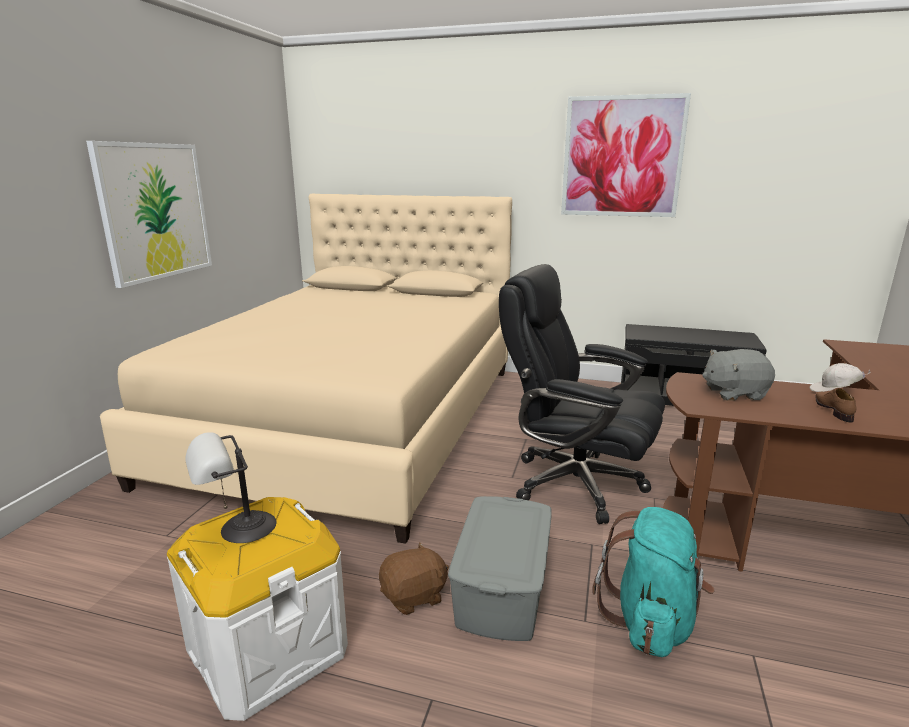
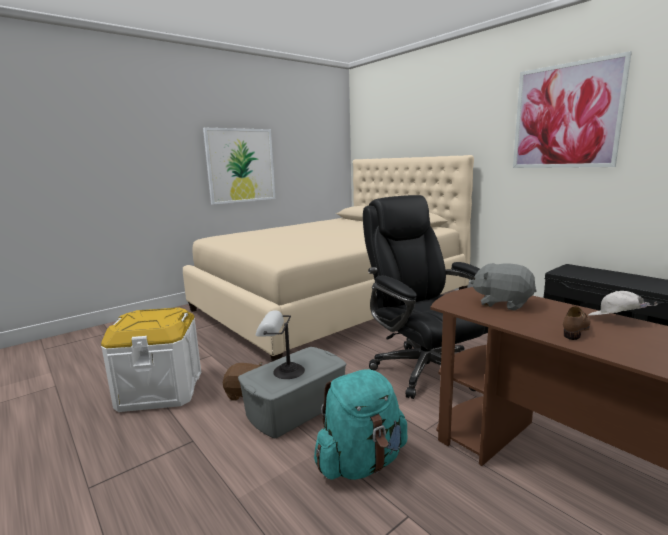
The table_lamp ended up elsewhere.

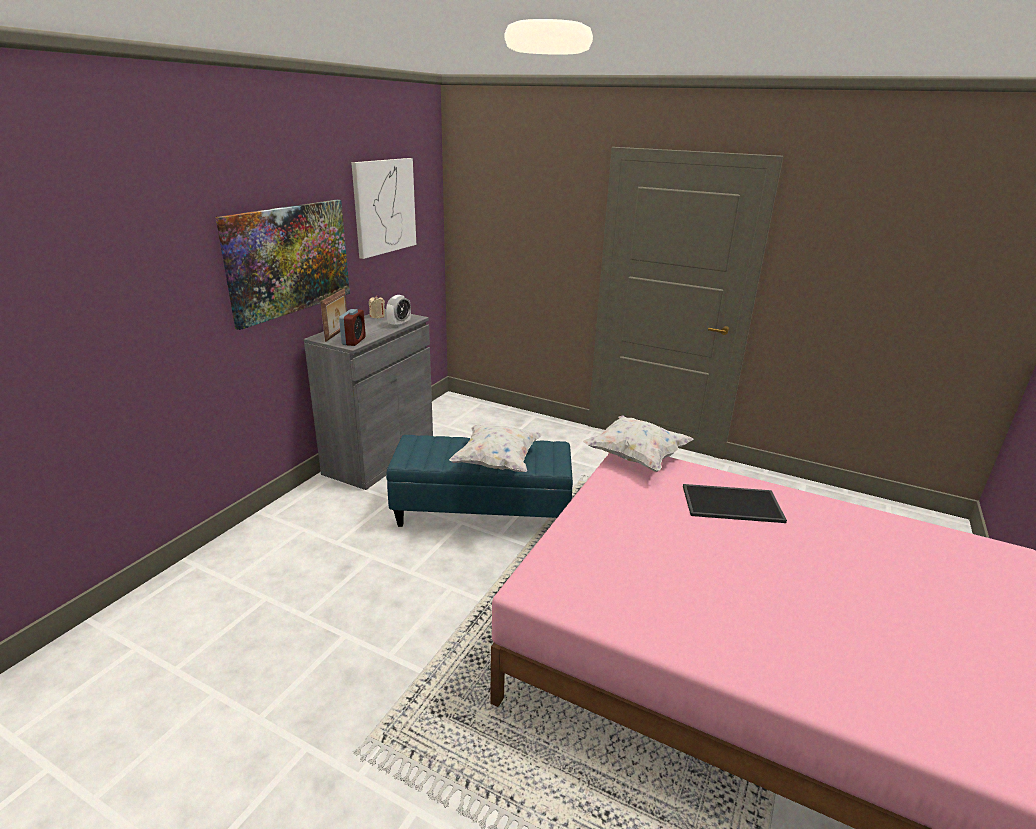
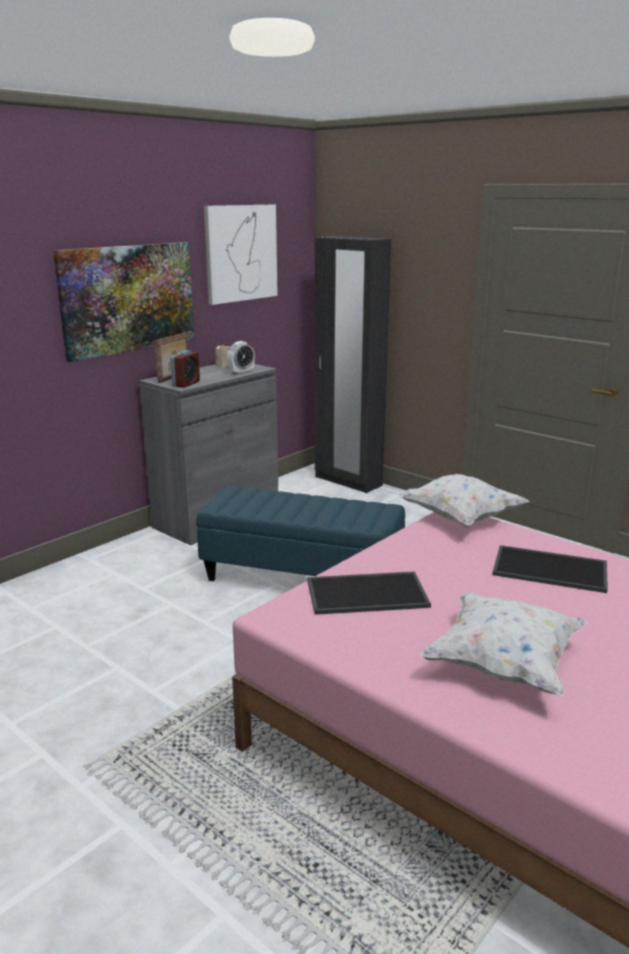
The second view gained the serving_tray (no. 1 from left).
The second view gained the black-coloured_armoire.
The whitish_pillow (no. 1 from left in the first image) ended up elsewhere.

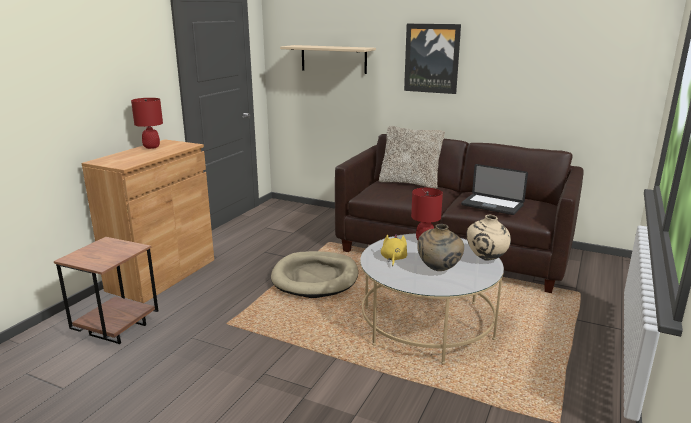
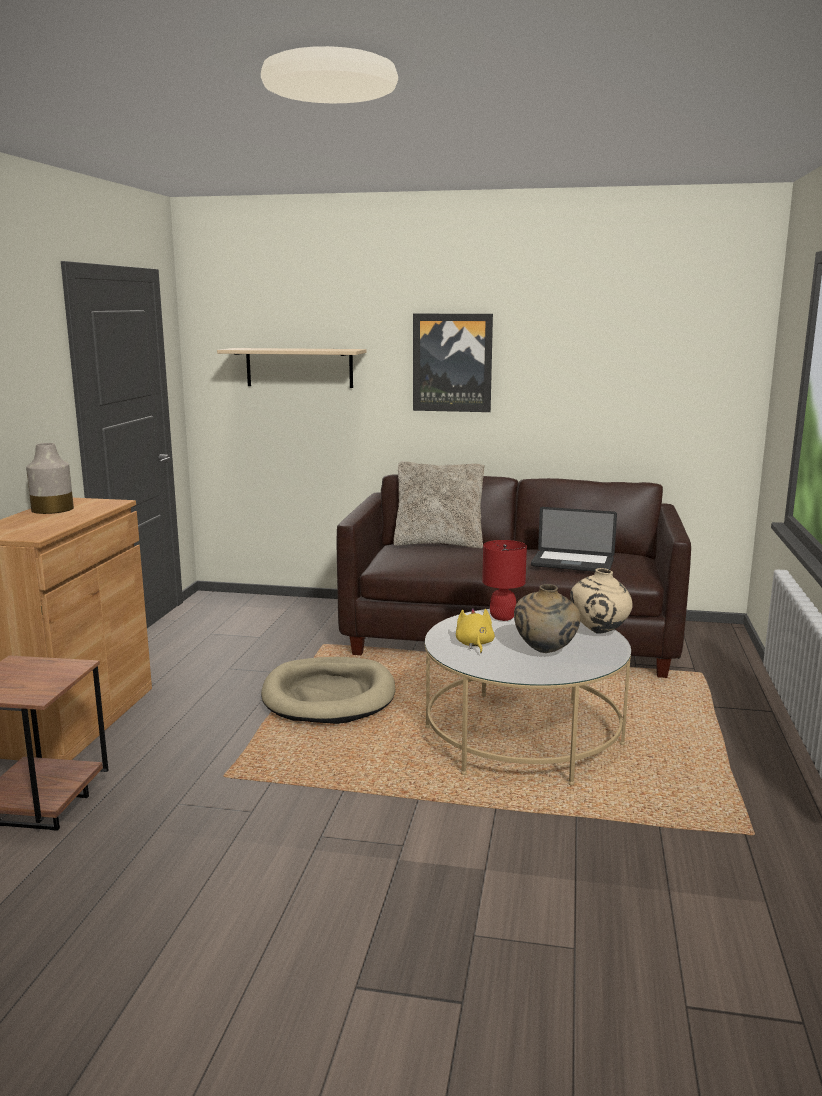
Where the reddish_table_lamp (no. 1 from left) stood, the sand-coloured_decorative_vase (no. 1 from left) came to stand.

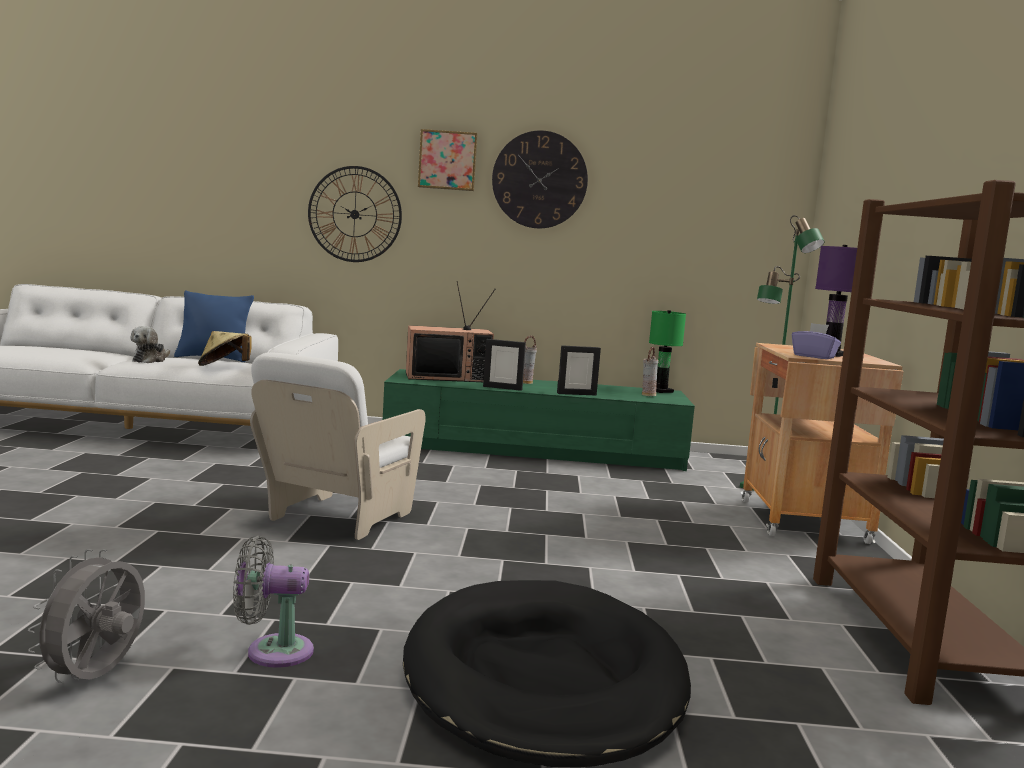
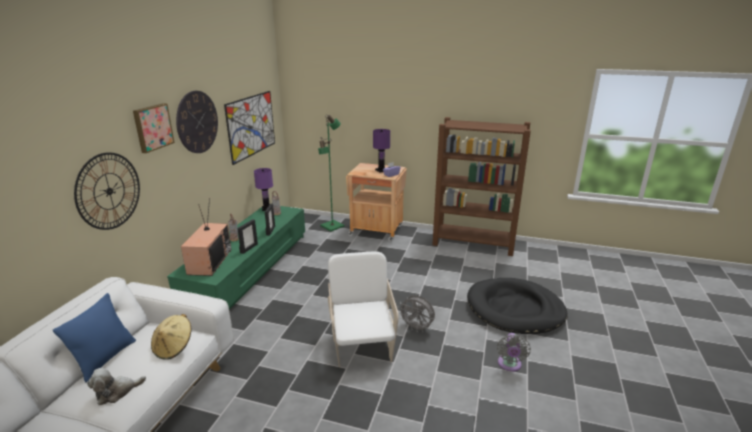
The second view gained the wall_picture (no. 2 from left).
The greyish_fan (no. 1 from left) ended up elsewhere.
What was the green_table_lamp turned into the purplish_table_lamp (no. 1 from left).
The soft_toy ended up facing another way, 120 degrees clockwise from before.
The whitish_armchair ended up facing another way, 135 degrees counterclockwise from before.

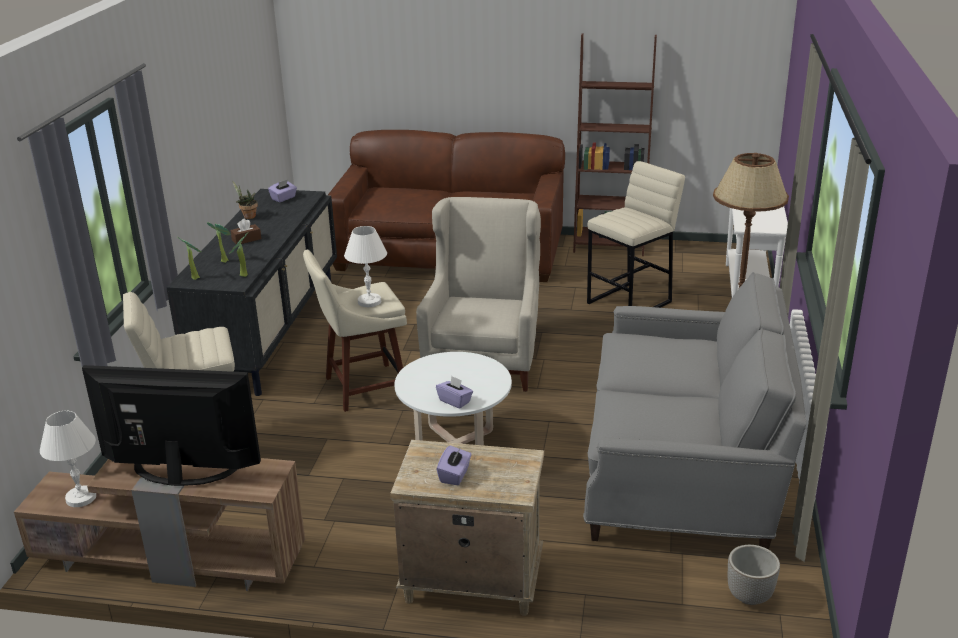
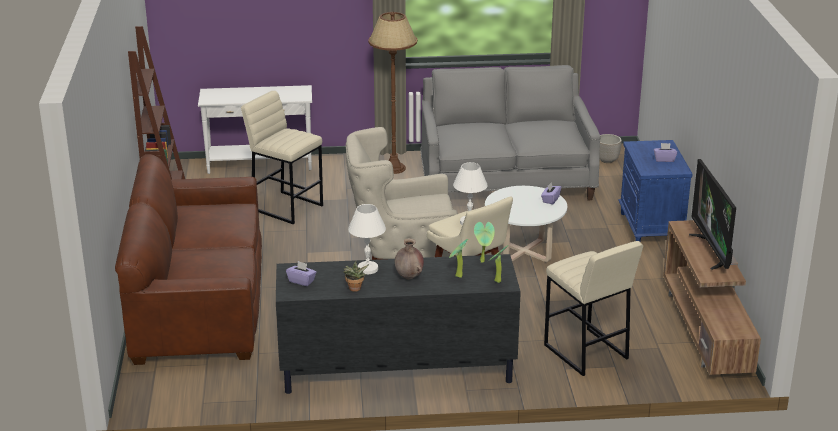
The whitish_table_lamp (no. 1 from left) ended up elsewhere.
Where the brown-coloured_box_of_tissues stood, the brown-coloured_decorative_vase came to stand.
What was the sand-coloured_night_table turned into the blue-coloured_night_table.

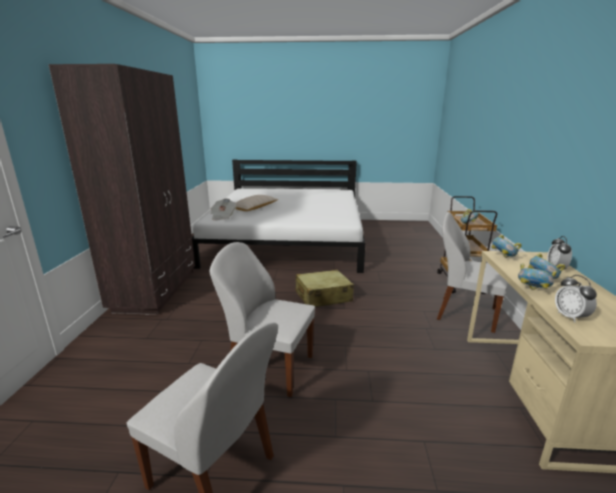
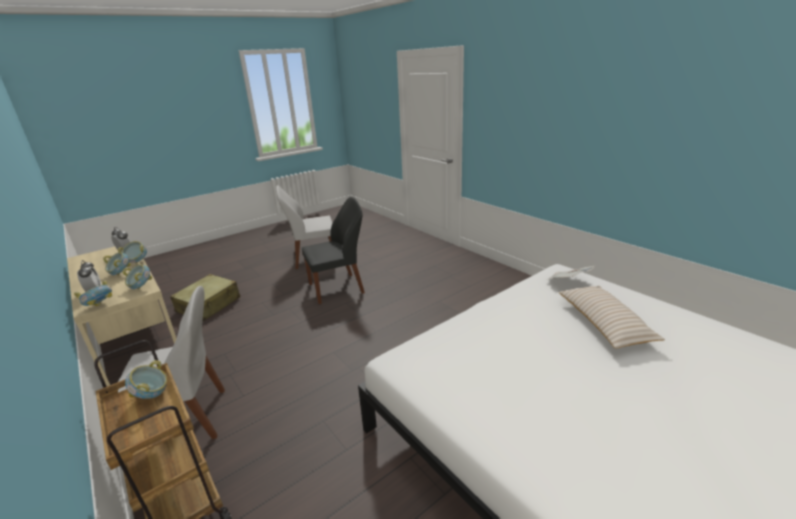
The second view lost the brown-coloured_armoire.
The second view gained the bowl (no. 1 from left).
The sand-coloured_suitcase ended up elsewhere.
What was the whitish_plain_chair (no. 2 from left) turned into the black-coloured_plain_chair.

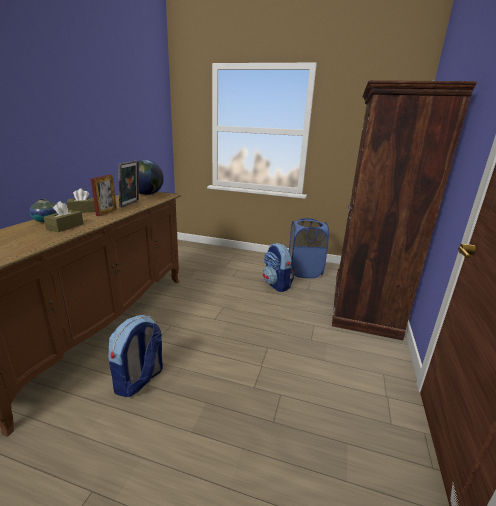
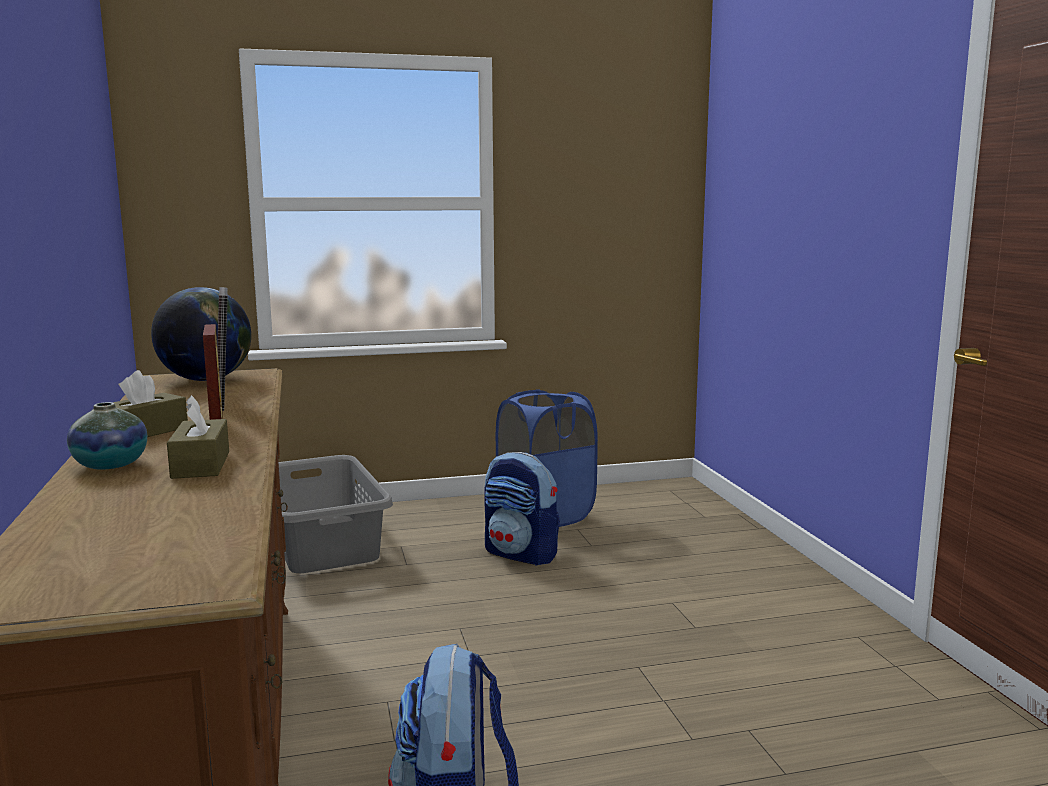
The second view lost the brown-coloured_armoire.
The second view gained the greyish_washing_basket.

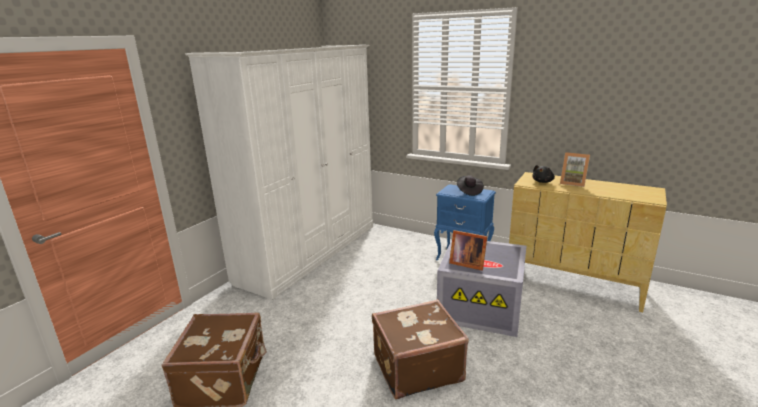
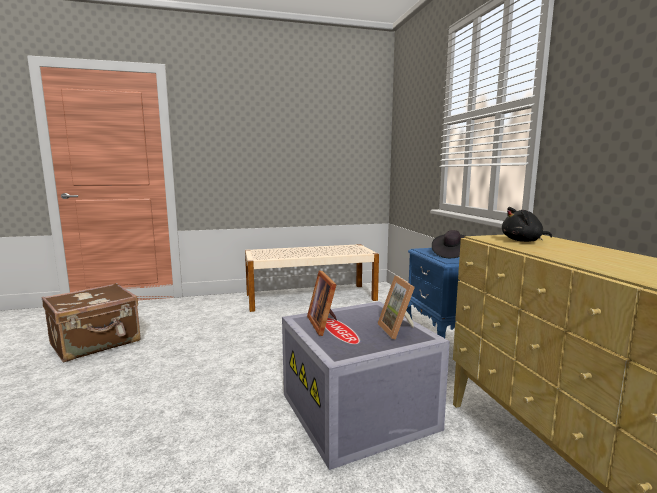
The second view lost the brown-coloured_suitcase (no. 2 from left).
The photo_frame (no. 2 from left) ended up elsewhere.
Where the whitish_armoire stood, the sand-coloured_bench came to stand.

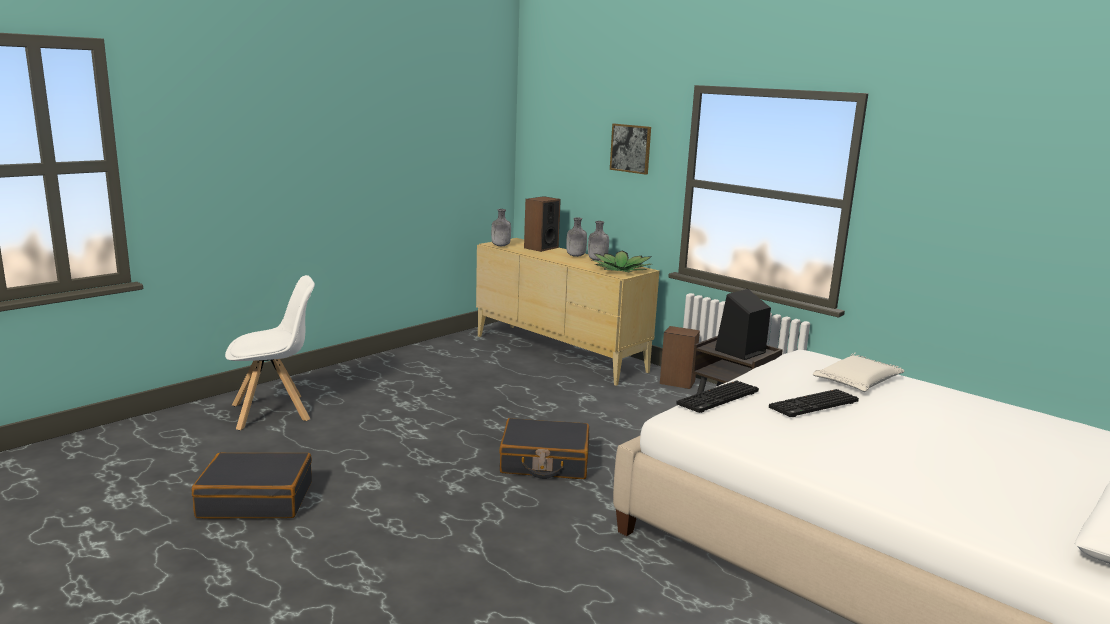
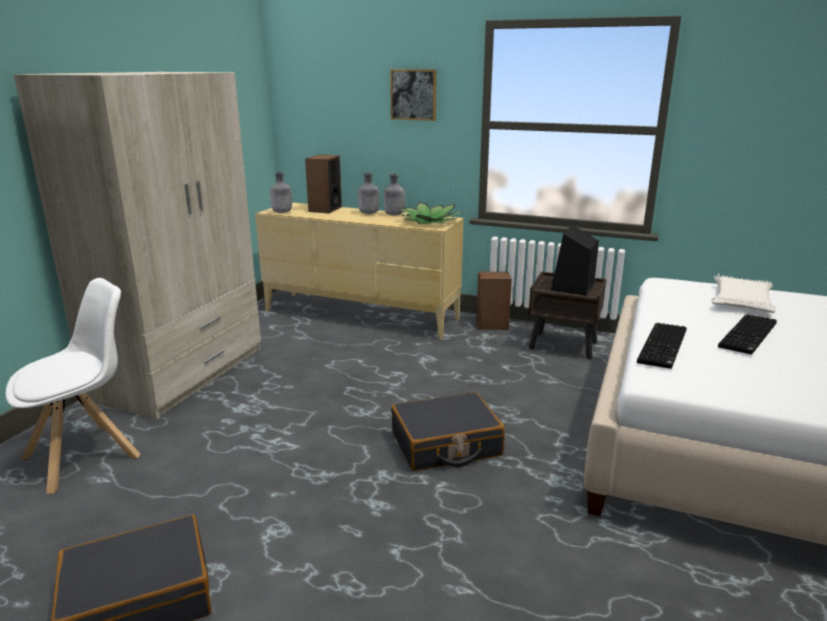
The second view gained the sand-coloured_armoire.

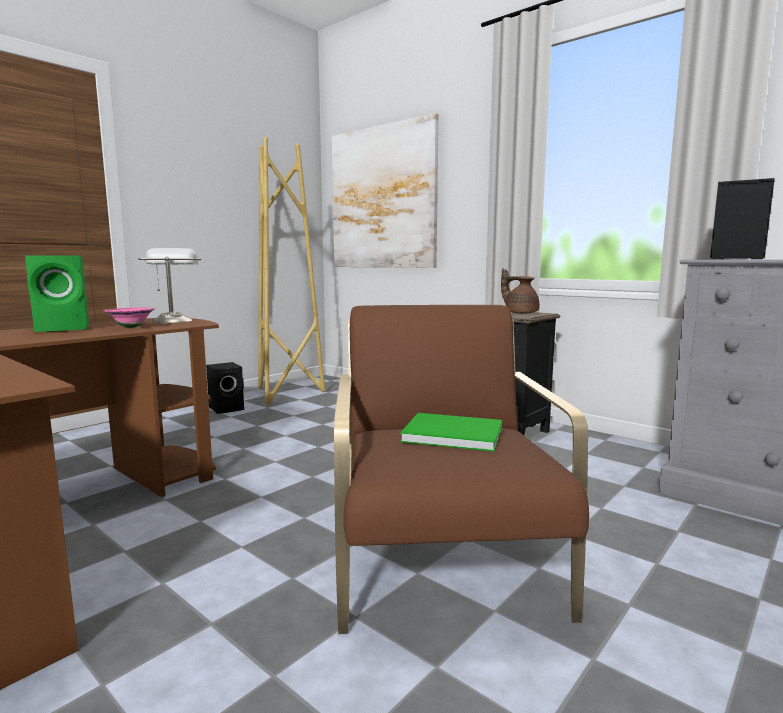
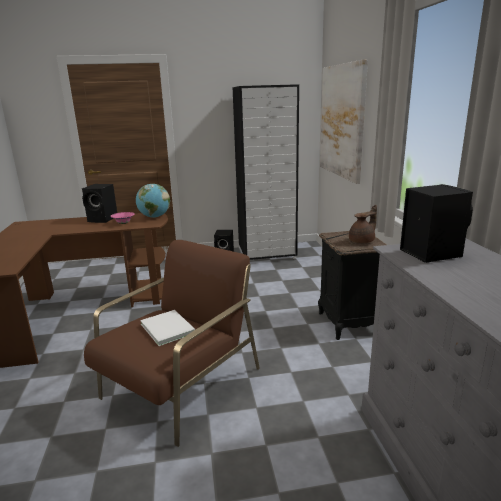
Where the whitish_table_lamp stood, the globe came to stand.
Where the yellow-coloured_clothes_rack stood, the armoire came to stand.
What was the green_speaker turned into the black-coloured_speaker (no. 1 from left).
What was the green_book turned into the whitish_book.
The brown-coloured_tea_pot ended up facing another way, 60 degrees clockwise from before.

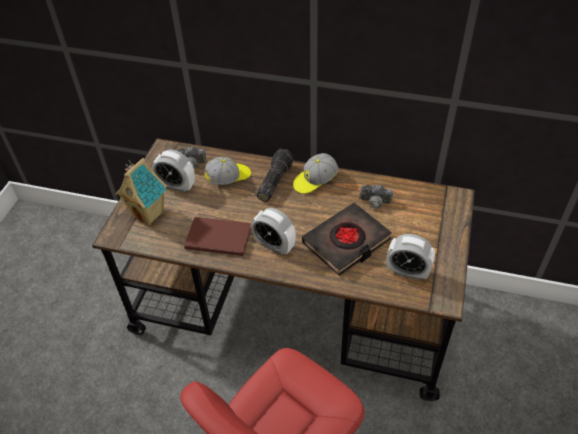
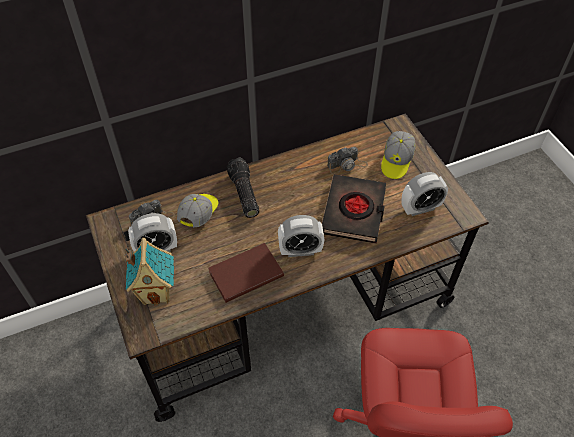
The cap (no. 2 from left) ended up elsewhere.

